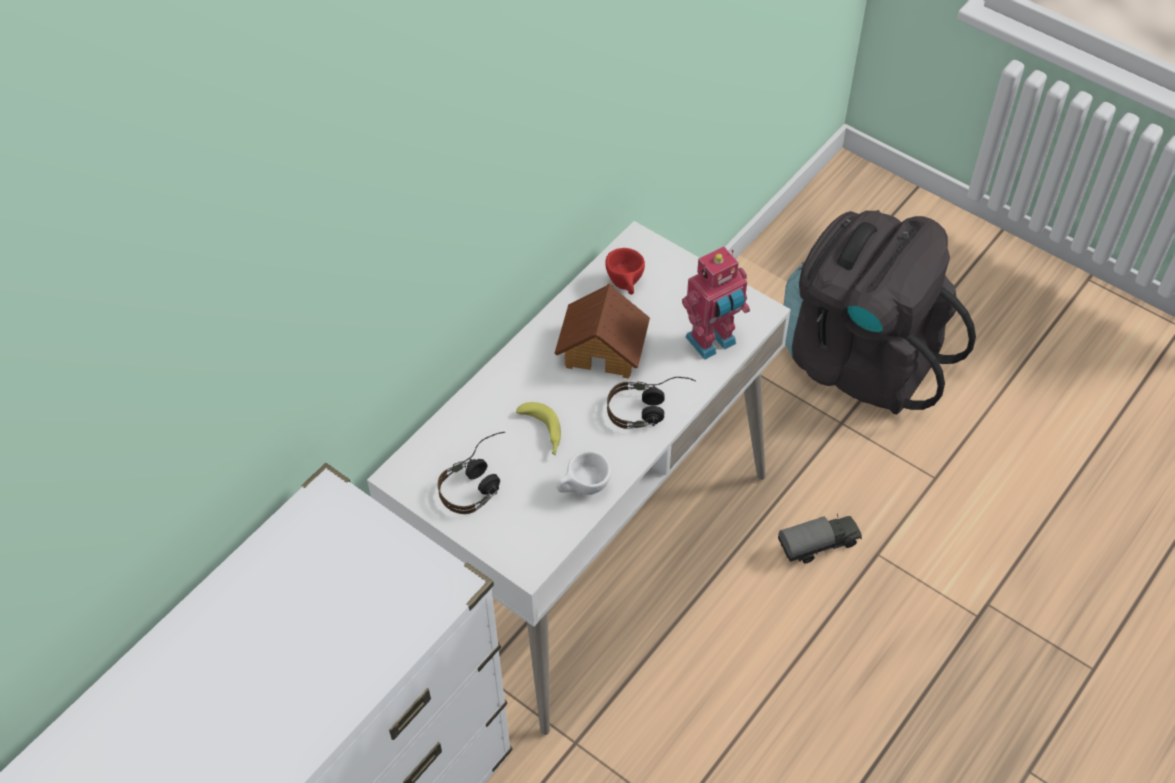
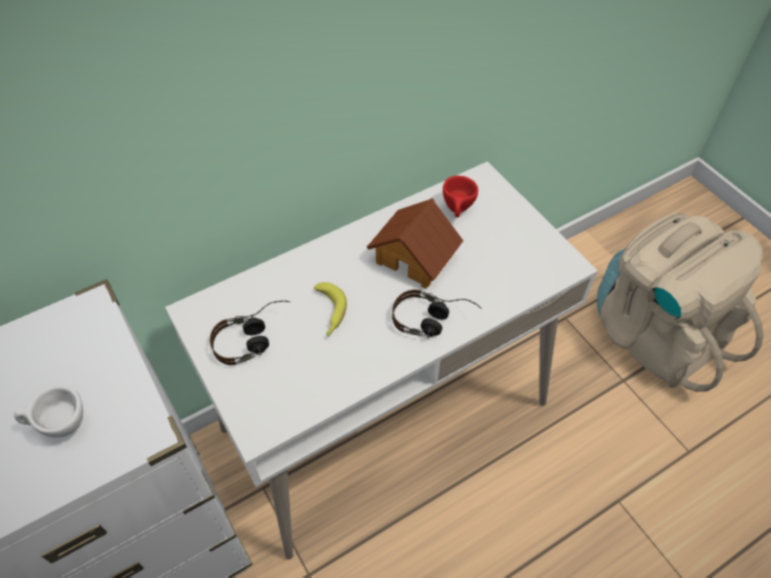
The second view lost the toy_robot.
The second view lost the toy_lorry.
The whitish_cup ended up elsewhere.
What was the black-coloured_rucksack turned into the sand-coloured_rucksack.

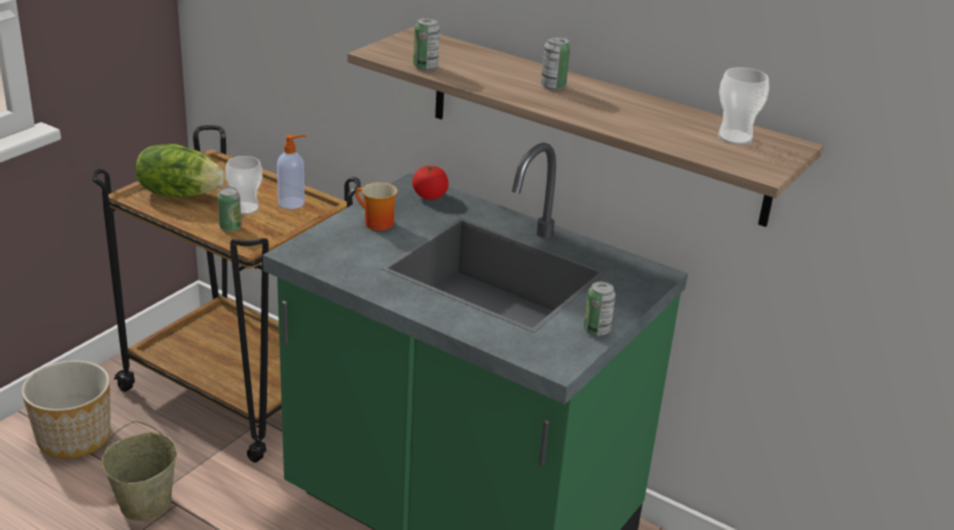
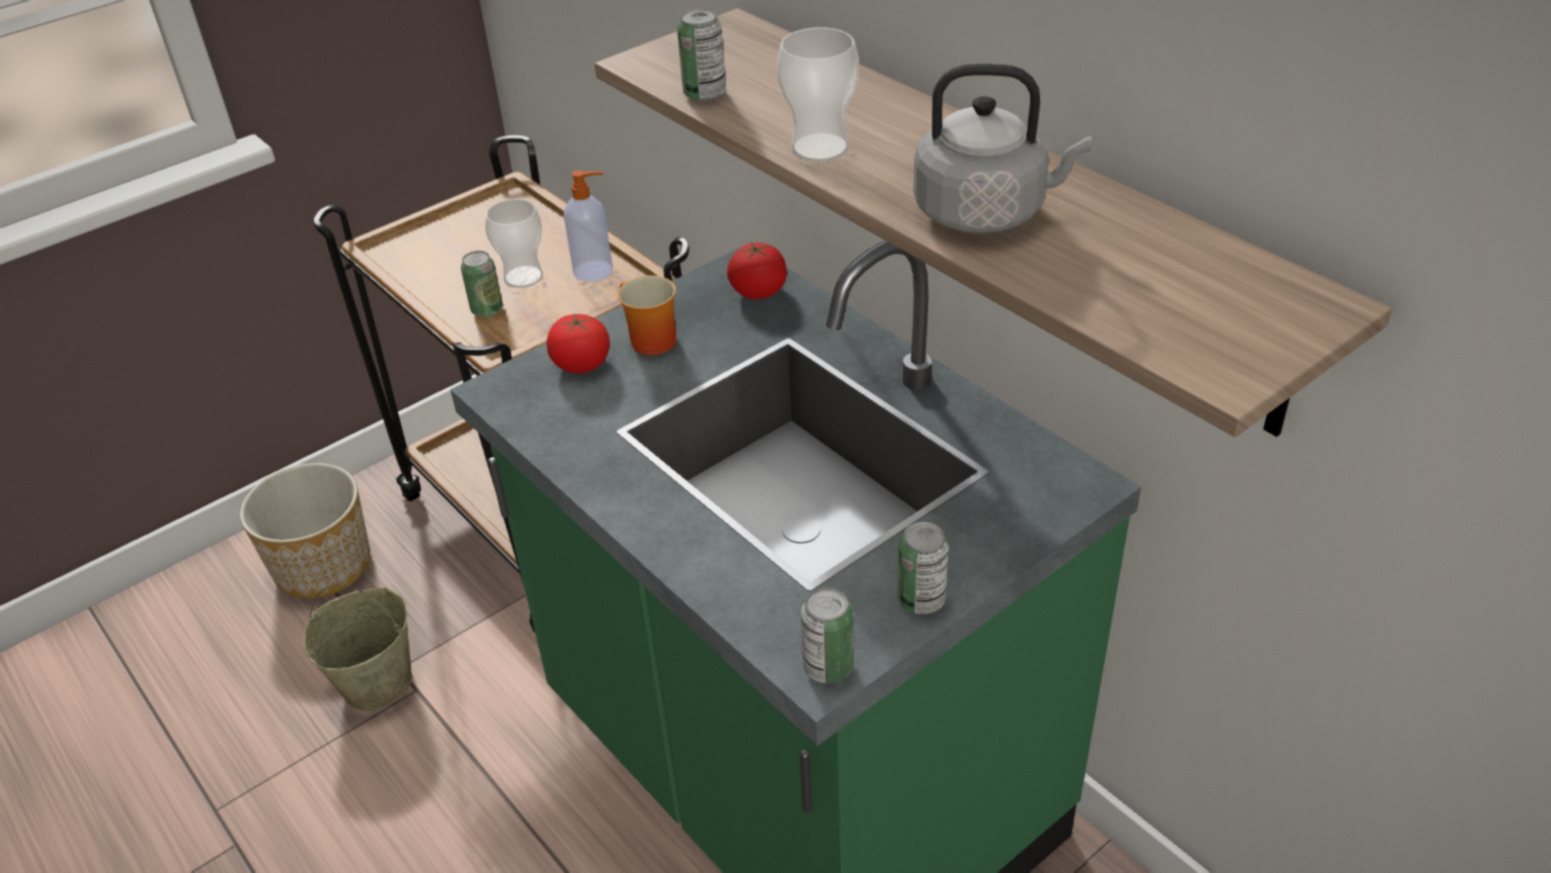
The second view lost the lettuce.
The second view gained the fresh_tomato (no. 1 from left).
The second view gained the greyish_tea_kettle.
The can (no. 3 from left) ended up elsewhere.
The cup (no. 2 from left) ended up elsewhere.

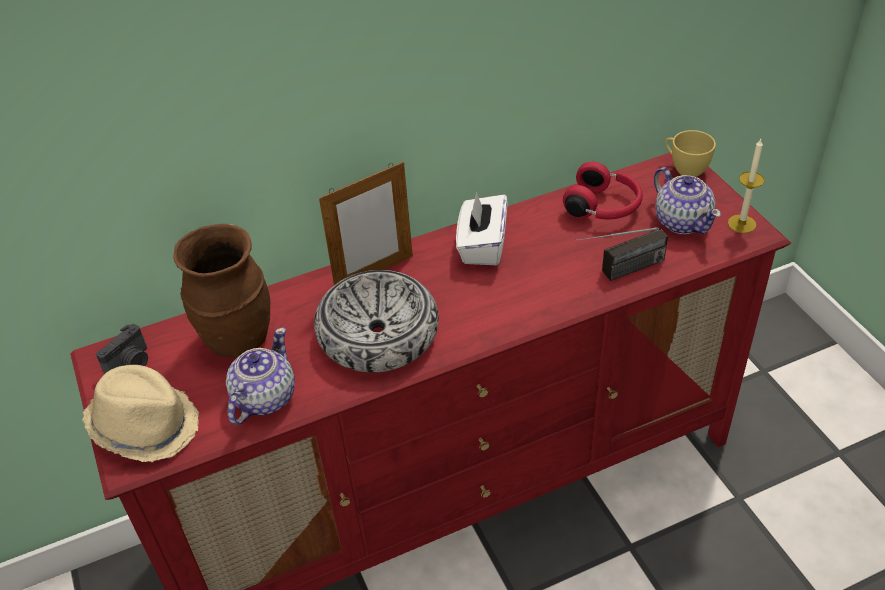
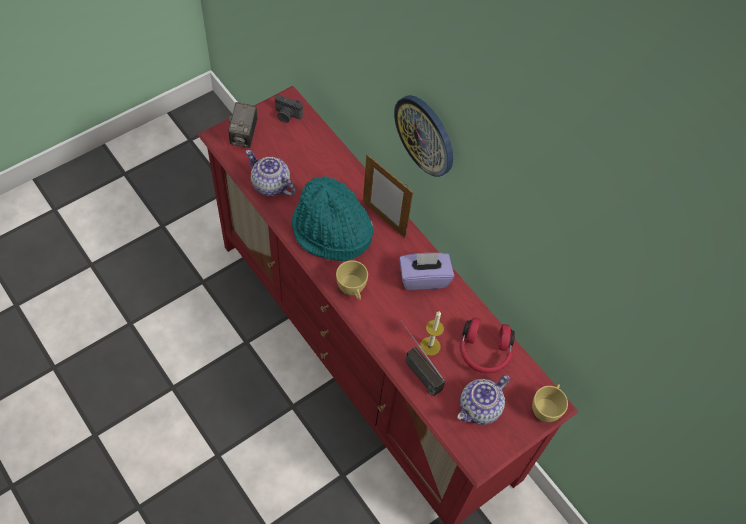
The second view lost the brown-coloured_decorative_vase.
The second view gained the yellow-coloured_cup (no. 1 from left).
The second view gained the wall_clock.
The wax_light ended up elsewhere.
Where the sand-coloured_wearable_hat stood, the photo_camera (no. 1 from left) came to stand.
Where the bowl stood, the turquoise-coloured_wearable_hat came to stand.
What was the whitish_box_of_tissues turned into the purplish_box_of_tissues.
The tea_pot (no. 1 from left) ended up facing another way, 150 degrees counterclockwise from before.

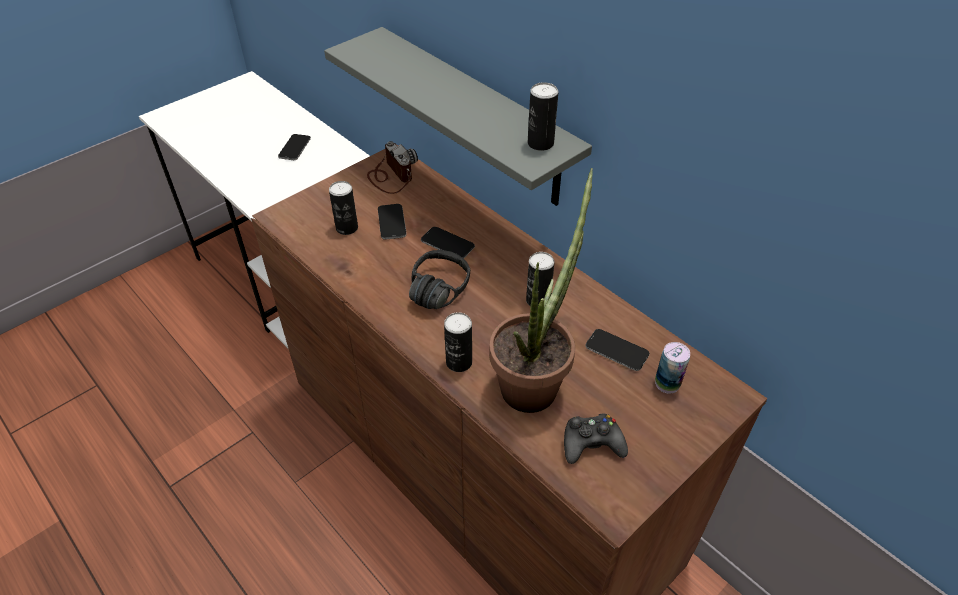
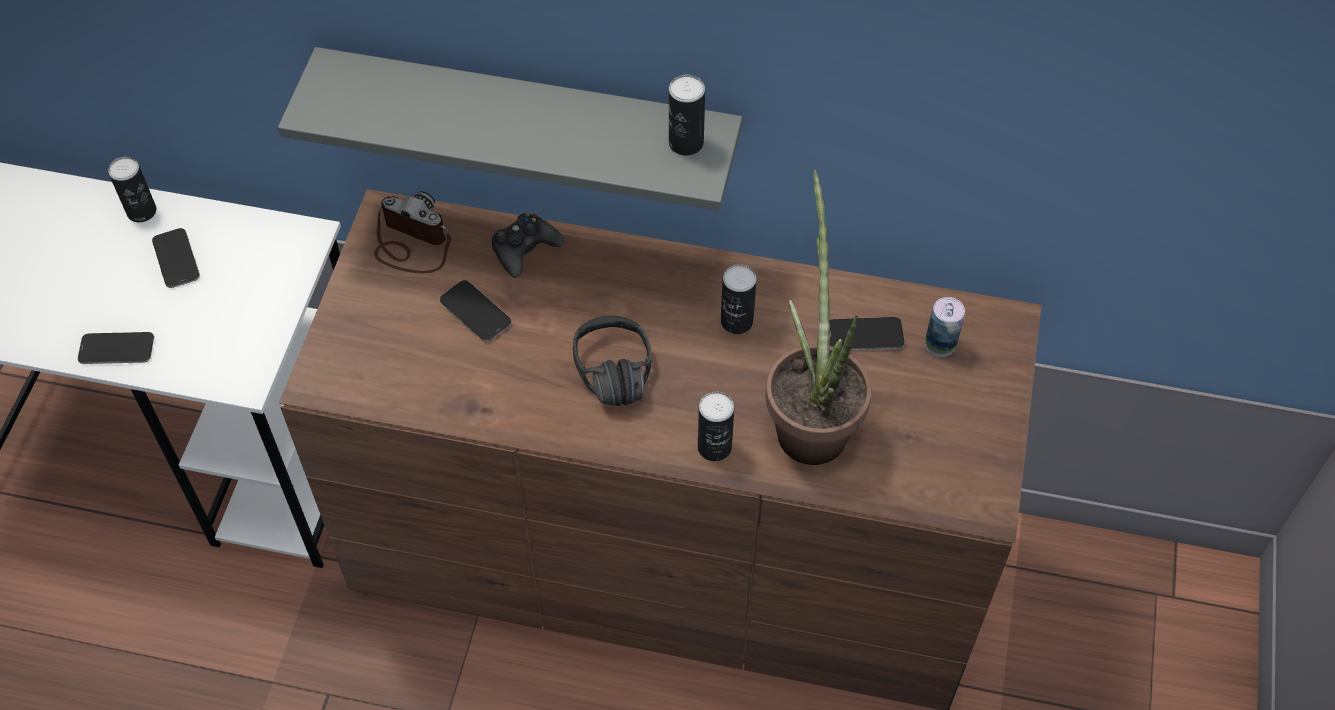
The can (no. 1 from left) ended up elsewhere.
The telephone (no. 3 from left in the first image) ended up elsewhere.
The black-coloured_gamepad ended up elsewhere.

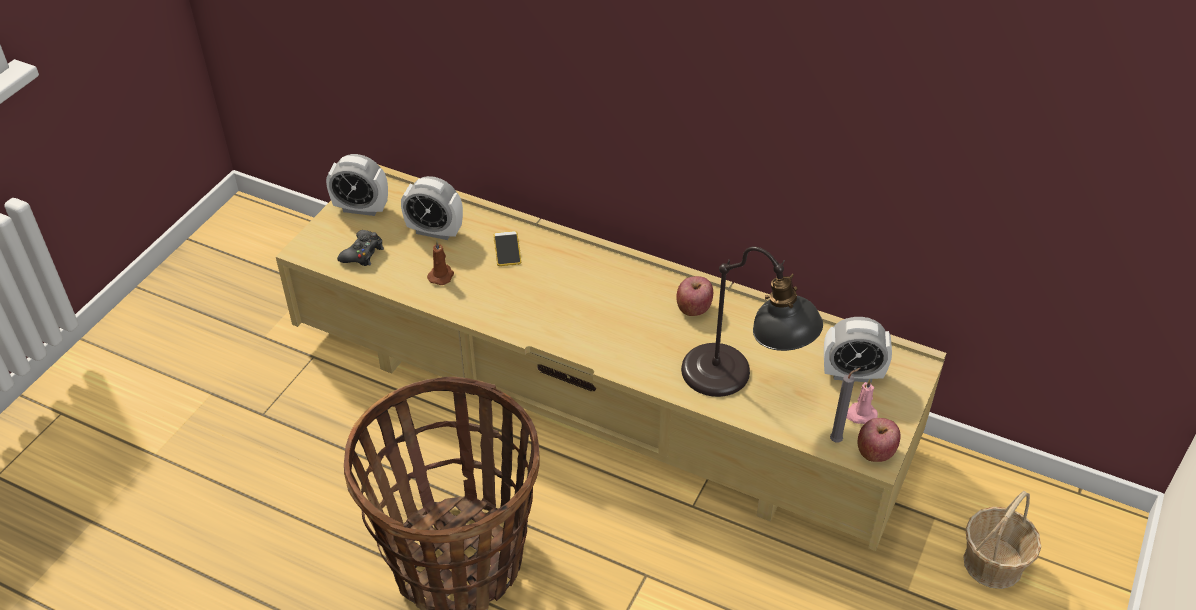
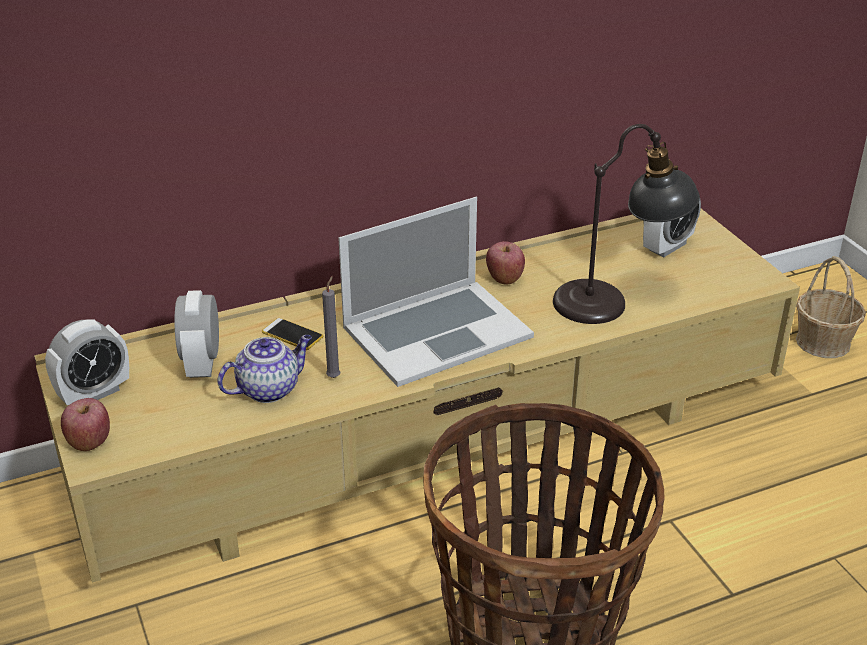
The second view lost the black-coloured_gamepad.
The second view lost the pink-coloured_wax_light.
The second view gained the portable_computer.
The greyish_wax_light ended up elsewhere.
The whole_apple (no. 2 from left in the first image) ended up elsewhere.
Where the brown-coloured_wax_light stood, the tea_pot came to stand.
The table_clock (no. 2 from left) ended up facing another way, 120 degrees clockwise from before.

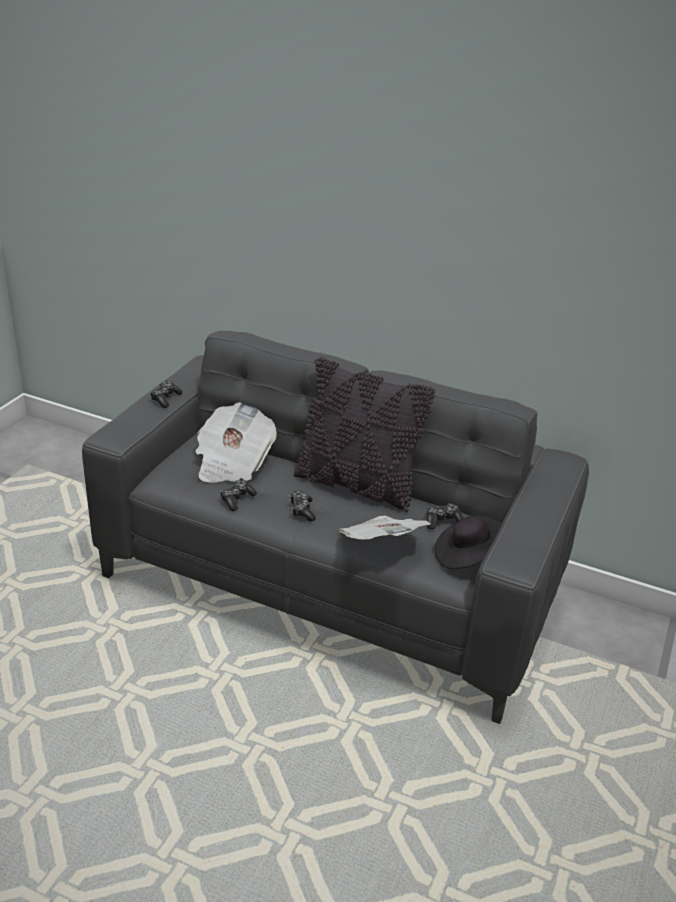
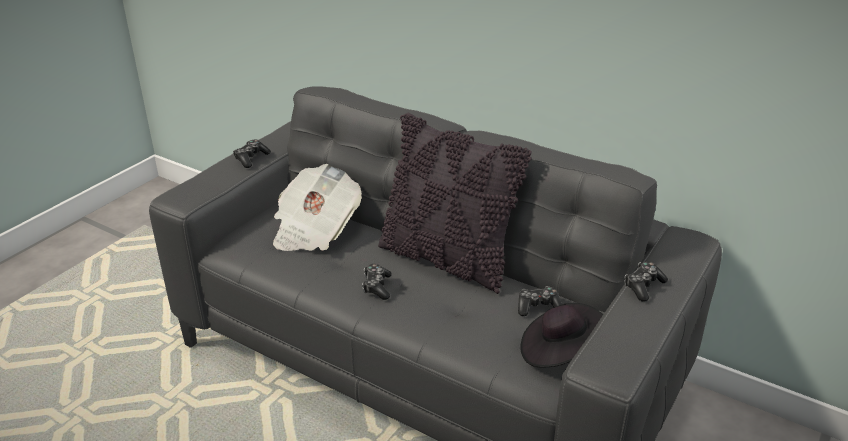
The second view lost the printed_paper (no. 2 from left).
The gamepad (no. 2 from left in the first image) ended up elsewhere.

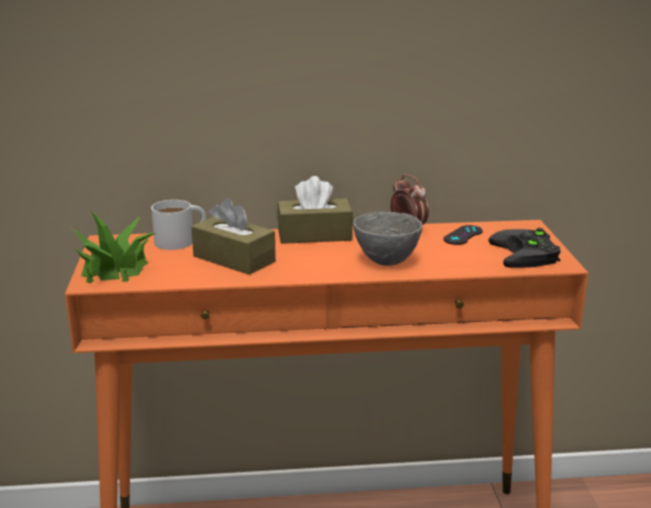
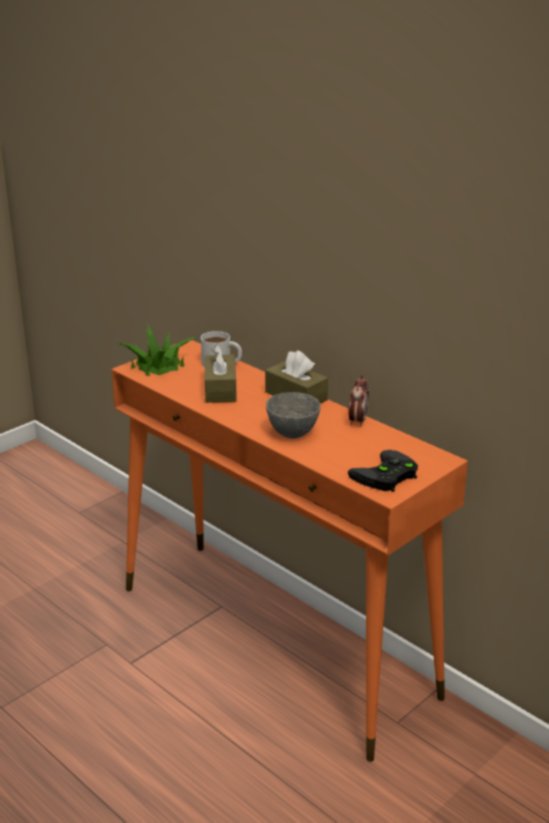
The second view lost the black-coloured_gamepad (no. 1 from left).

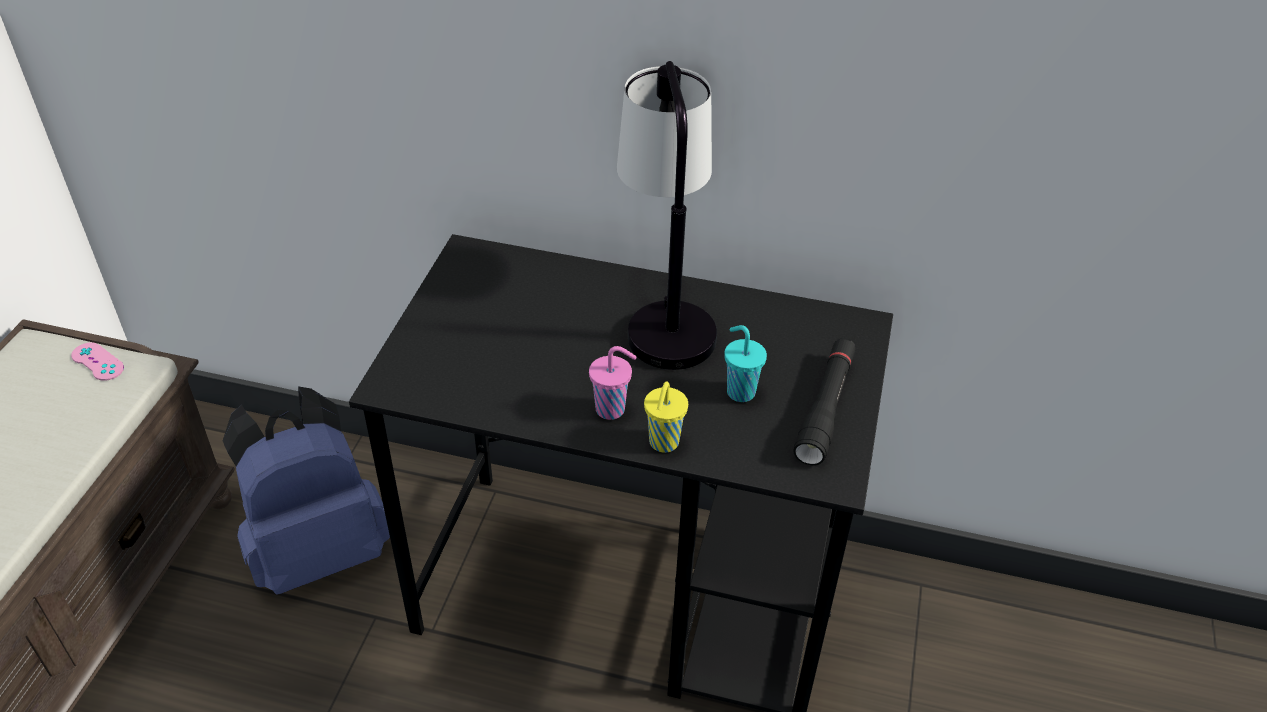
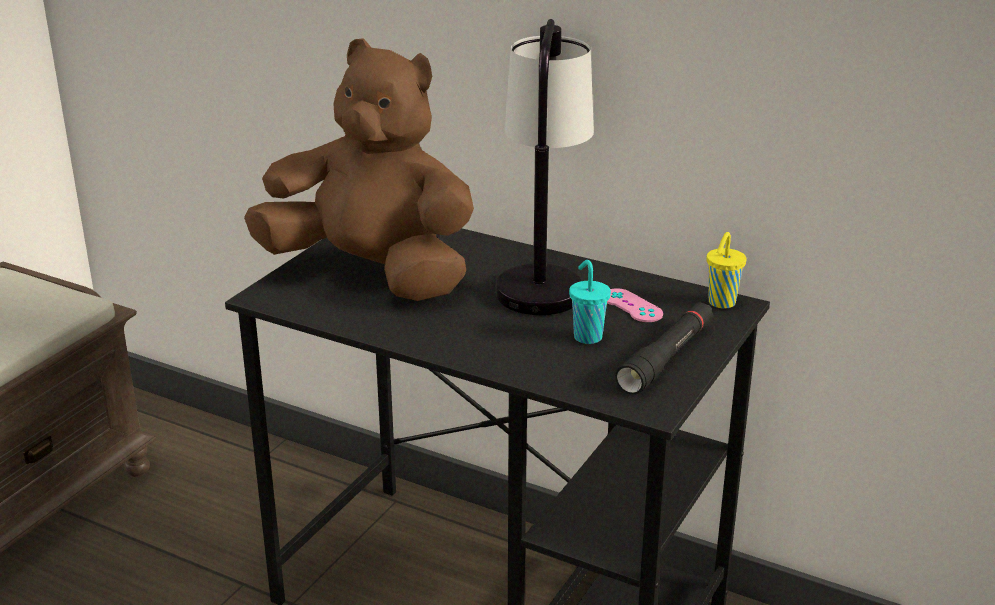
The second view lost the blue-coloured_rucksack.
The second view lost the pink-coloured_cup.
The second view gained the brown-coloured_soft_toy.
The pink-coloured_gamepad ended up elsewhere.
The yellow-coloured_cup ended up elsewhere.

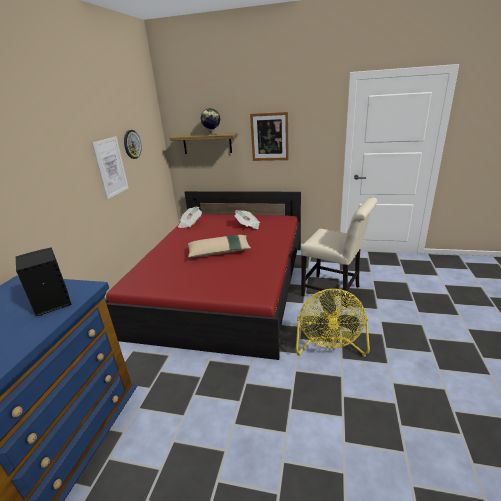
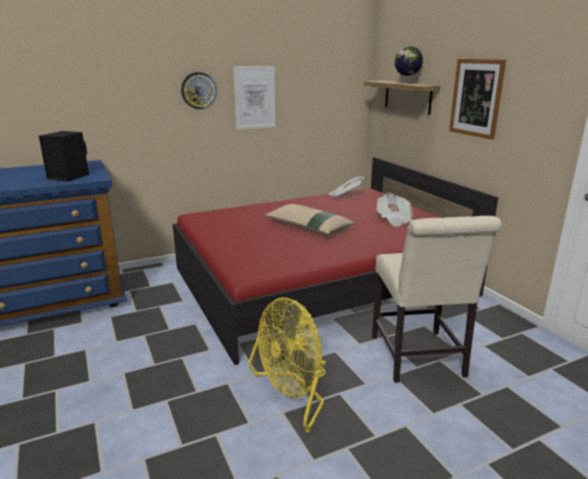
The wall_clock ended up elsewhere.

